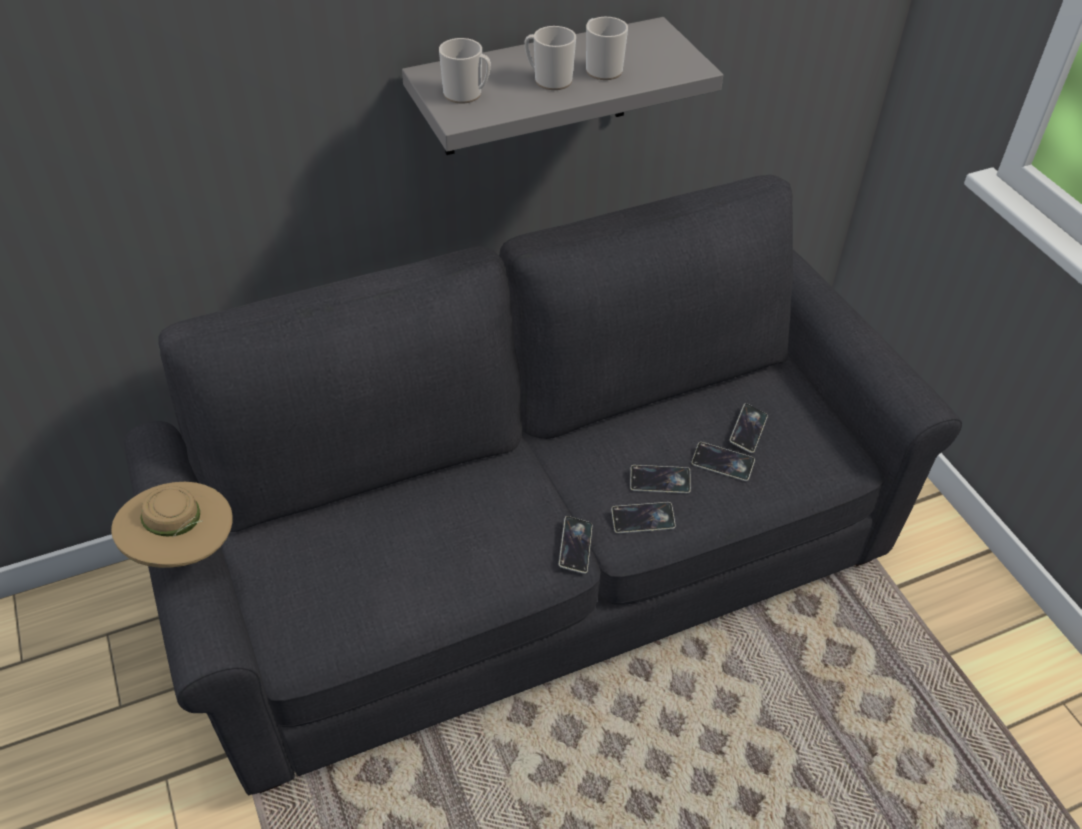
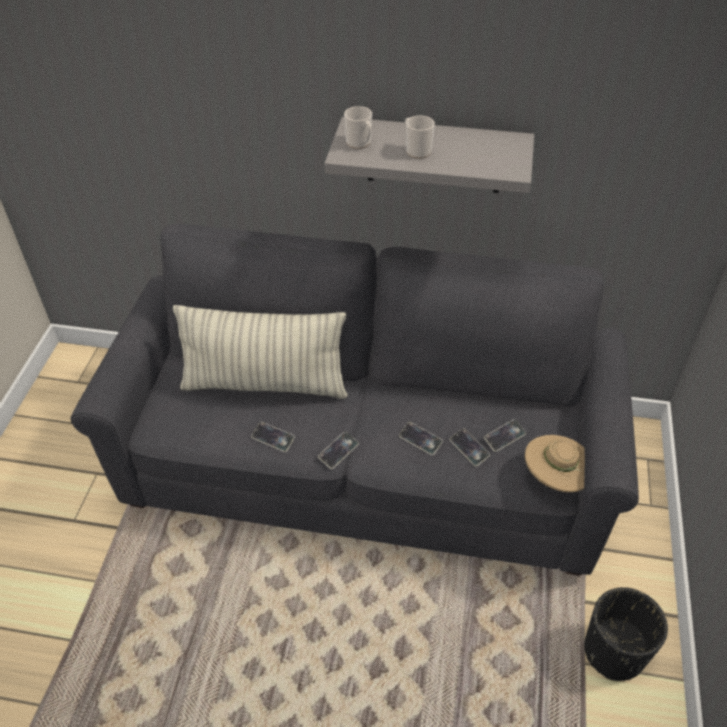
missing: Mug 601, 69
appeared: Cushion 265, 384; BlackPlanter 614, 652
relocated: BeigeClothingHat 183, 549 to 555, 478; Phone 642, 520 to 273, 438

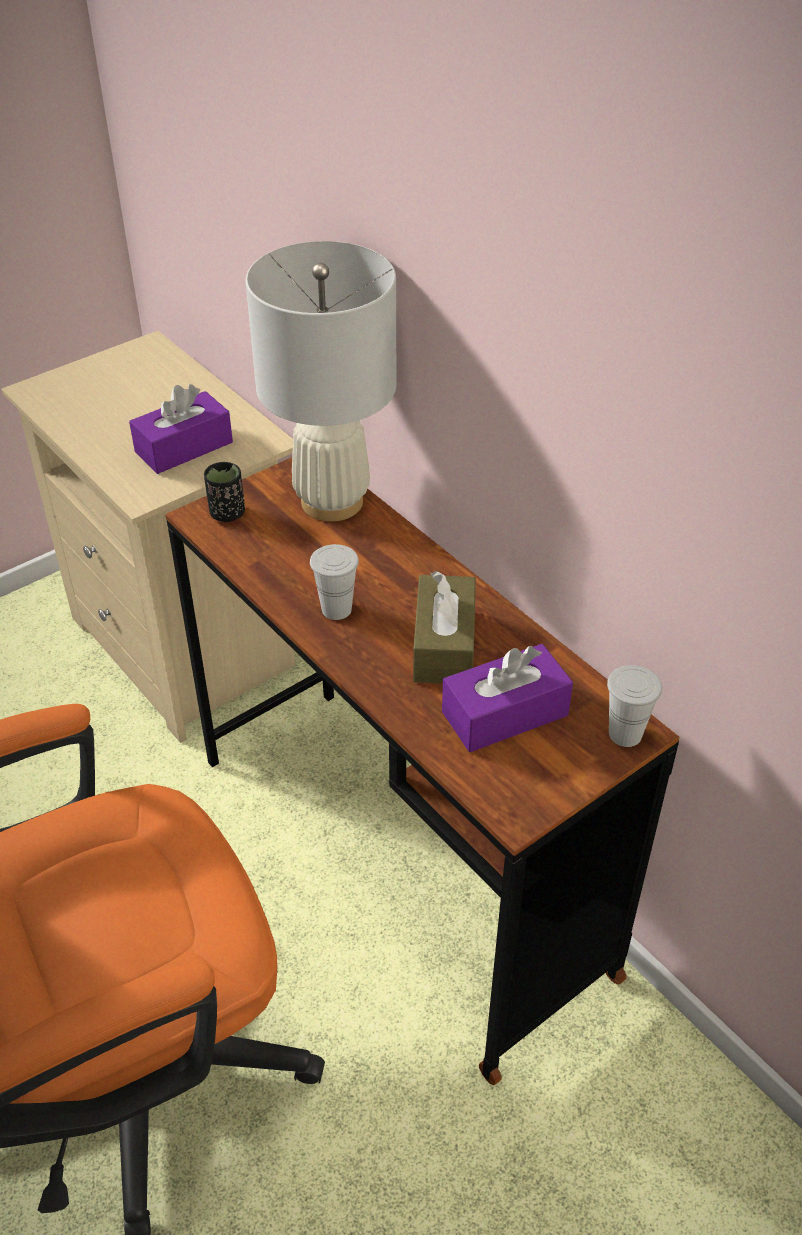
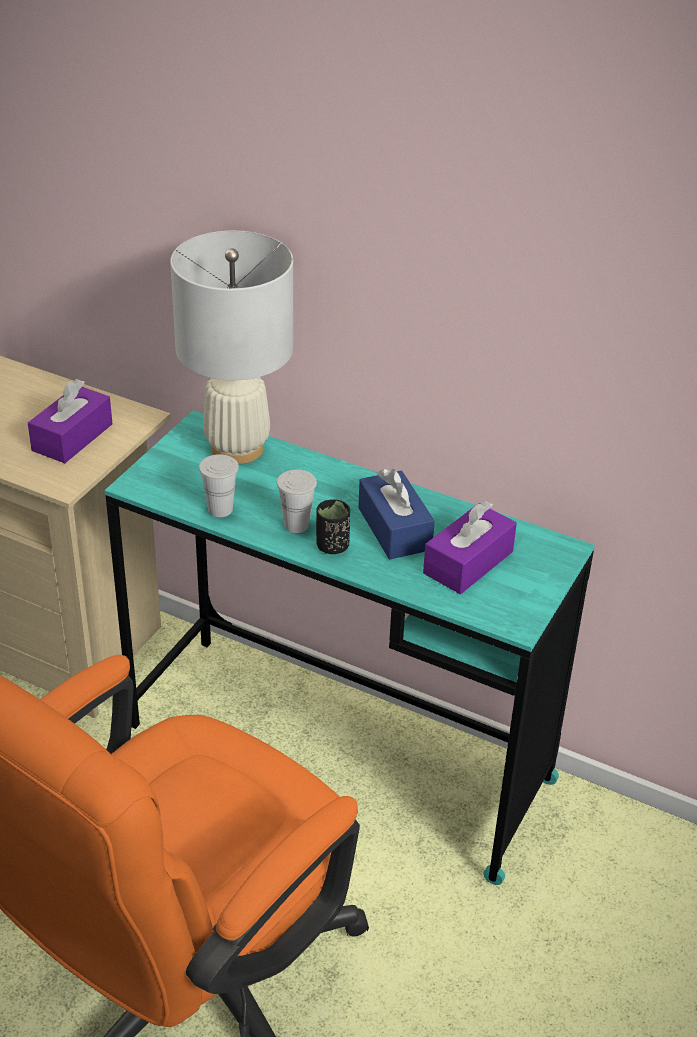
relocated: BlackSmallCup 227, 513 to 332, 546; WhiteSmallCup 625, 734 to 220, 509
colour: BrownishDeskUnit 399, 862 to TurquoiseDeskUnit 339, 753; BrownishTissueBox 444, 645 to BluishTissueBox 394, 529

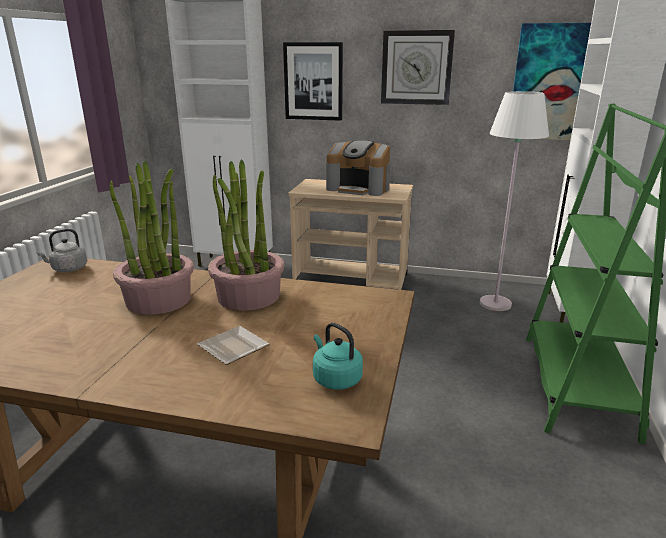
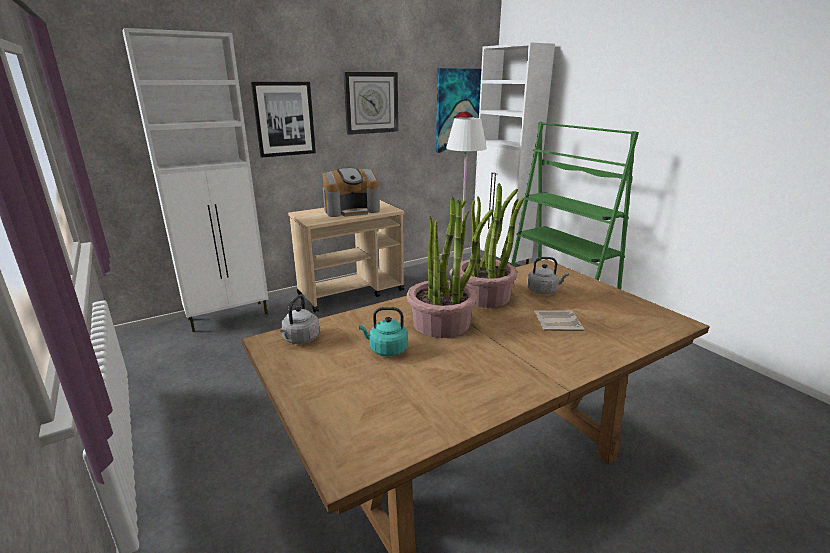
appeared: GreyishKettle 543, 291
relocated: TurquoiseKettle 335, 378 to 386, 350

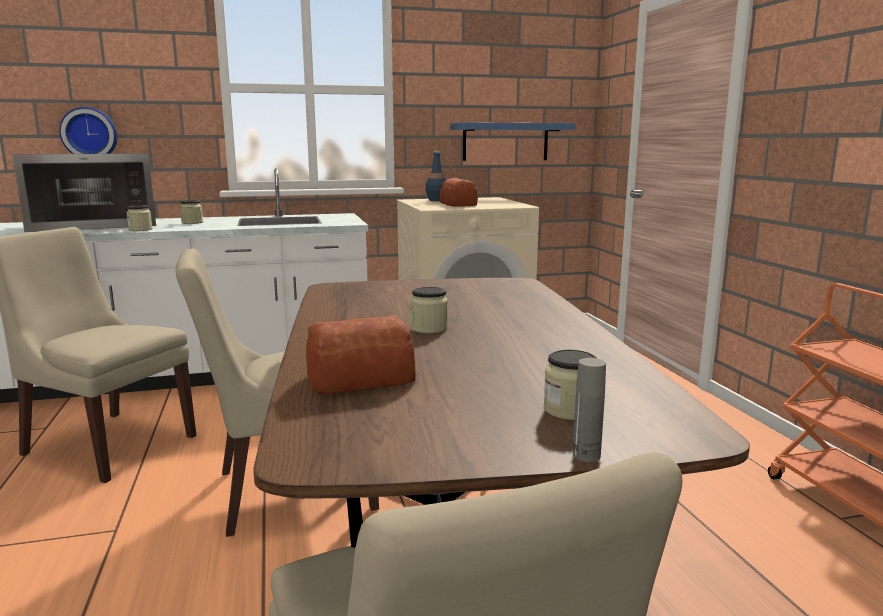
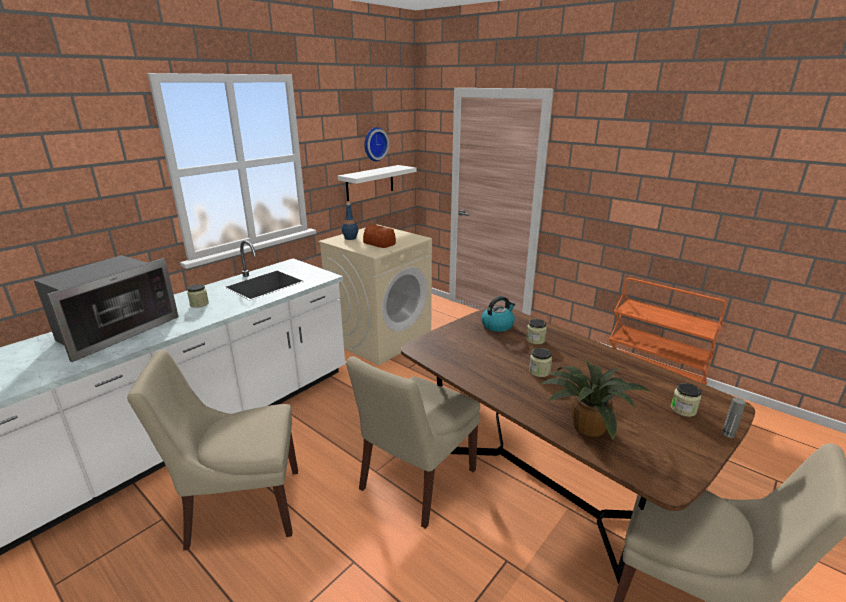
appeared: Kettle 497, 325
relocated: ClockOnTheWall 90, 134 to 374, 144; PreserveJar 140, 229 to 535, 340
exchanged: BakeryBread 358, 378 to Houseplant 586, 425
colour: BluishShelf 505, 142 to WhiteShelf 370, 182

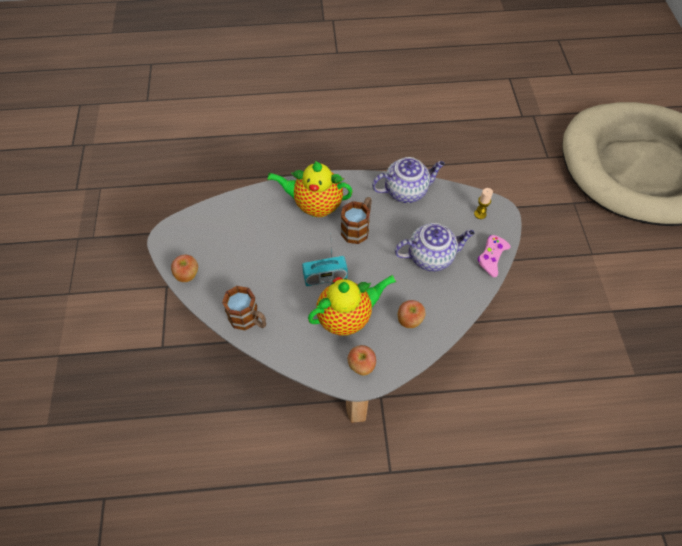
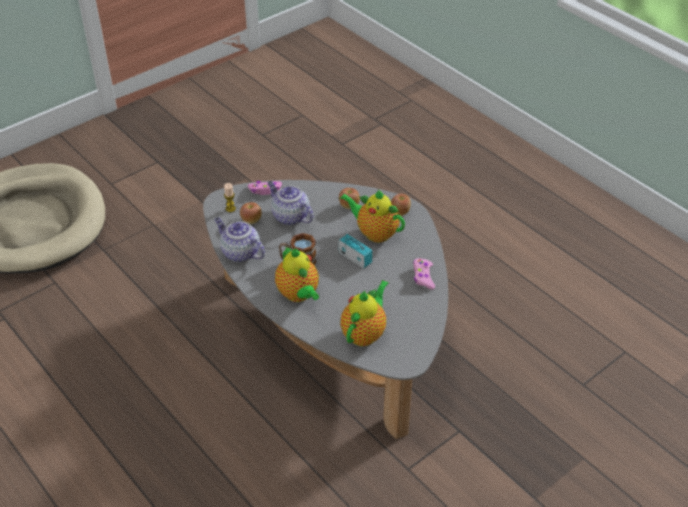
appeared: PotForTea 364, 333
relocated: WholeApple 188, 275 to 251, 221
exchanged: Mug 249, 320 to PinkishGameController 423, 277

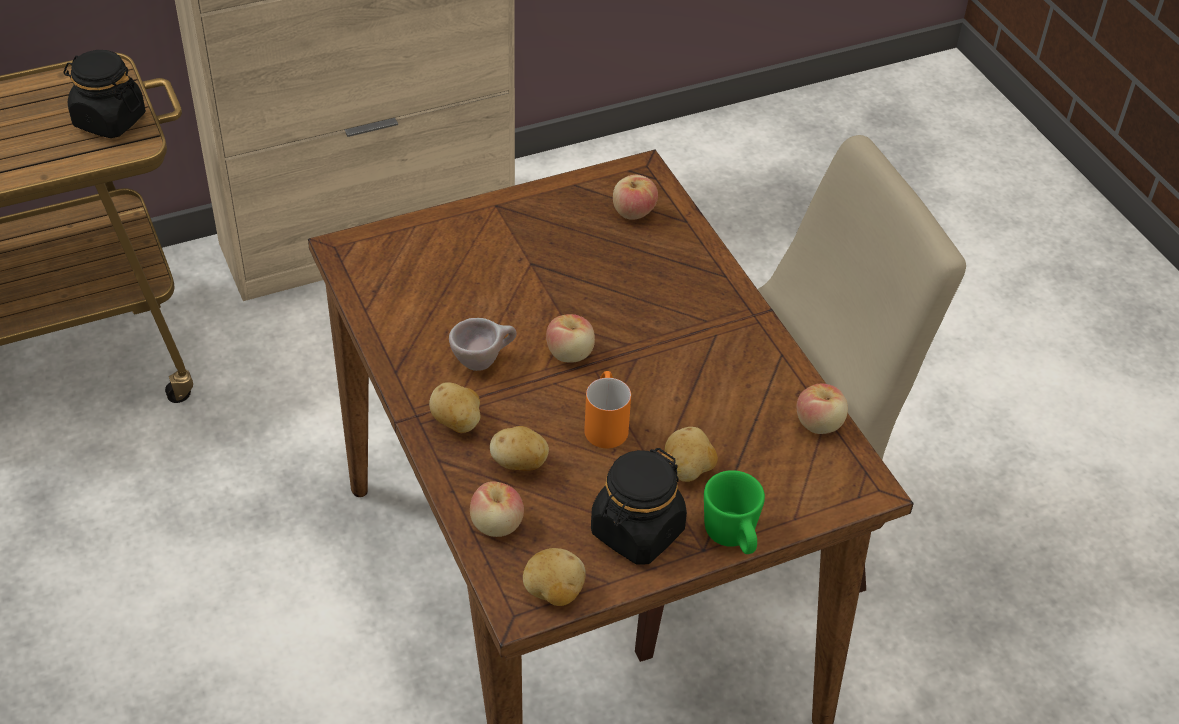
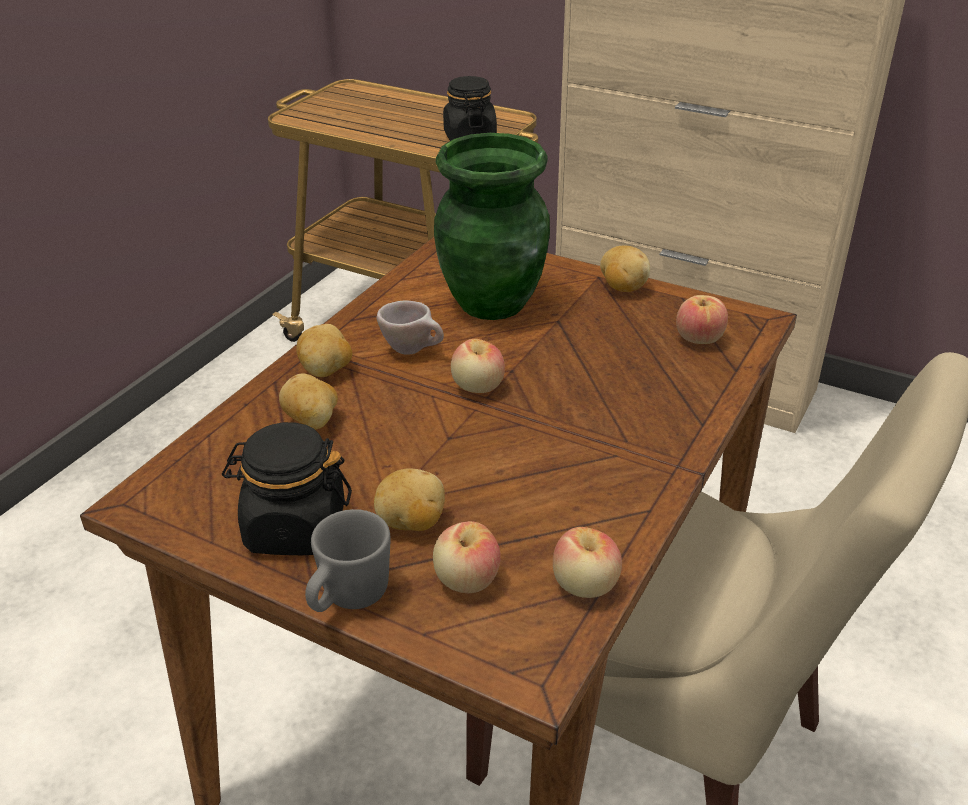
missing: OrangeColouredMug 606, 423
appeared: GreenishFlowerVase 493, 303
relocated: WholeApple 497, 525 to 467, 580; Potato 553, 593 to 622, 288
colour: GreenishMug 733, 538 to GreyishMug 348, 599

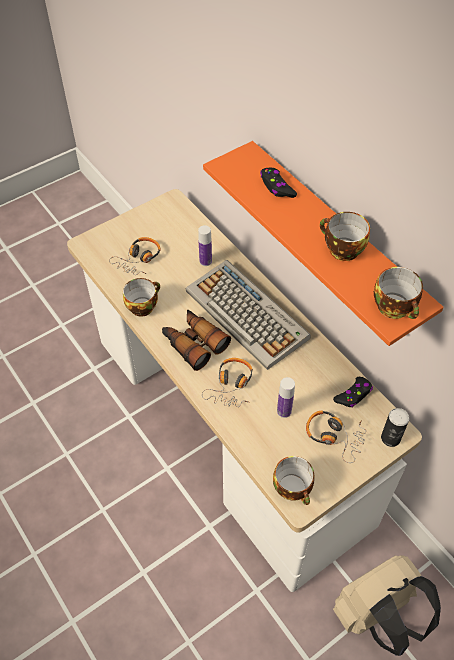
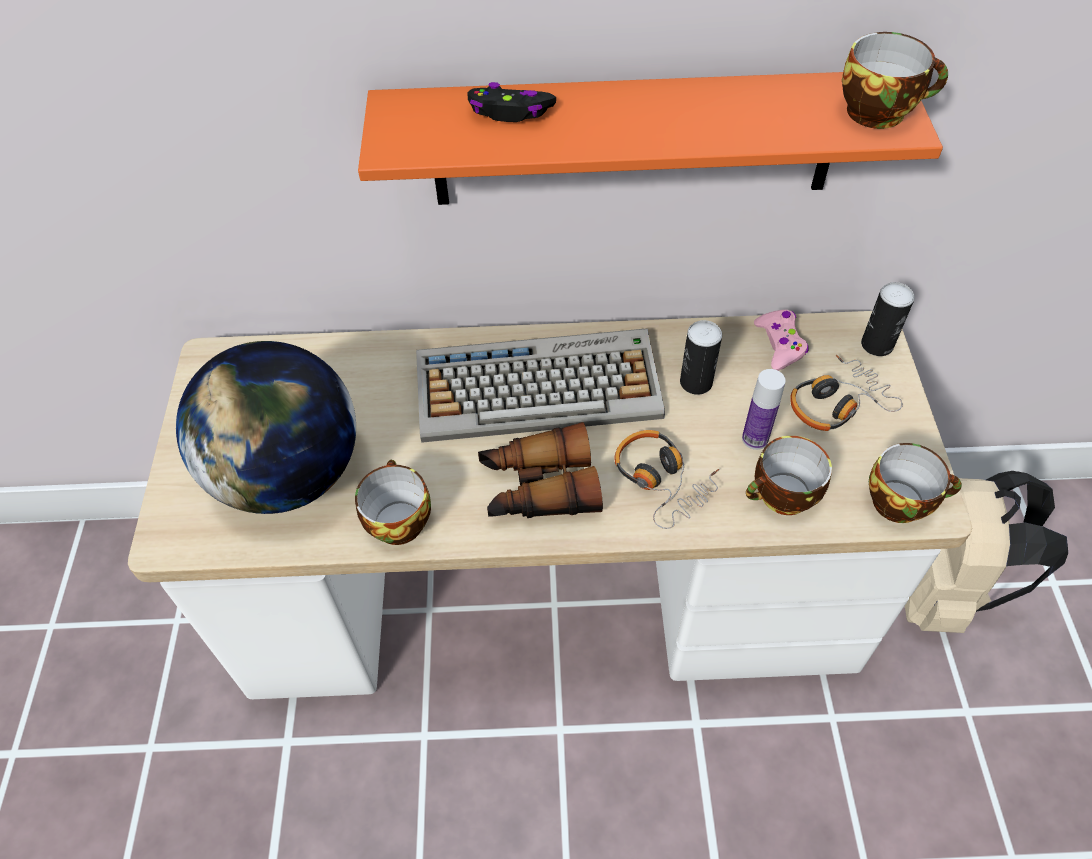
missing: DrinkBottle 205, 261
appeared: Can 696, 382
relocated: SmallCup 341, 250 to 782, 497
exchanged: Headset 139, 260 to Globe 289, 474
colour: BlackGameController 353, 395 to PinkishGameController 780, 344

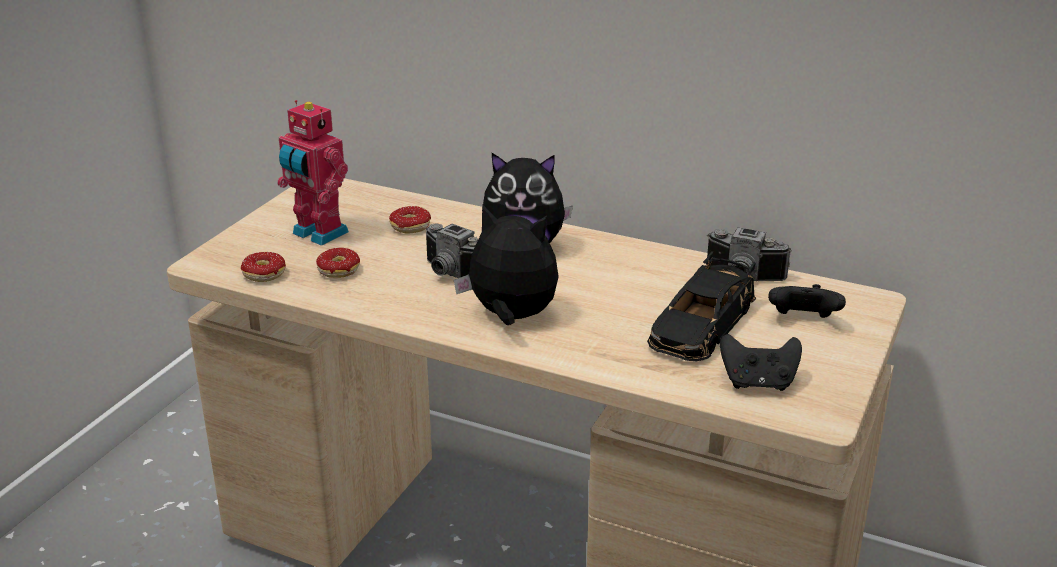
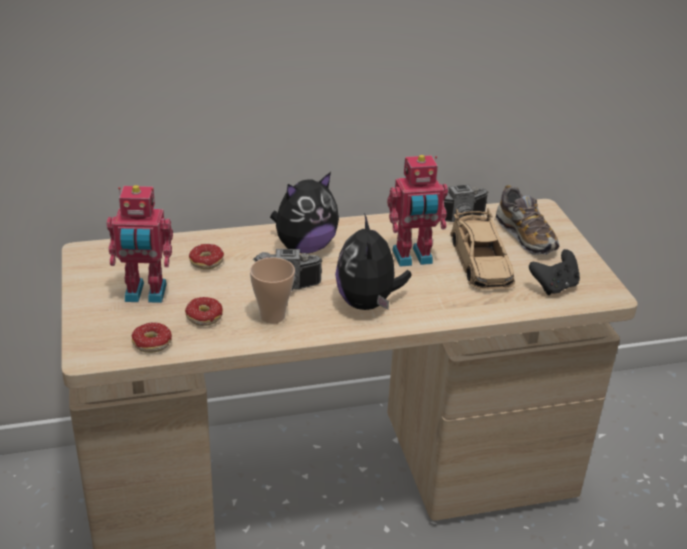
appeared: SmallCup 272, 316; ModelRobot 413, 258
exchanged: BlackGameController 802, 321 to ItemOfFootwear 525, 236
colour: BlackMiniatureCar 702, 326 to BeigeMiniatureCar 480, 262
spun: SoftToy 511, 317 = 368, 303 75 degrees counterclockwise

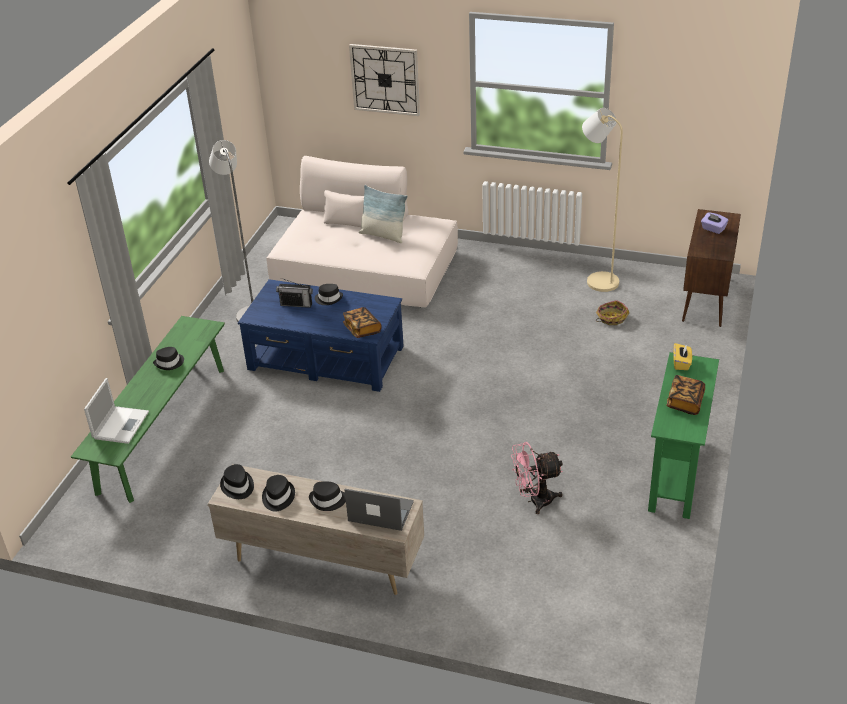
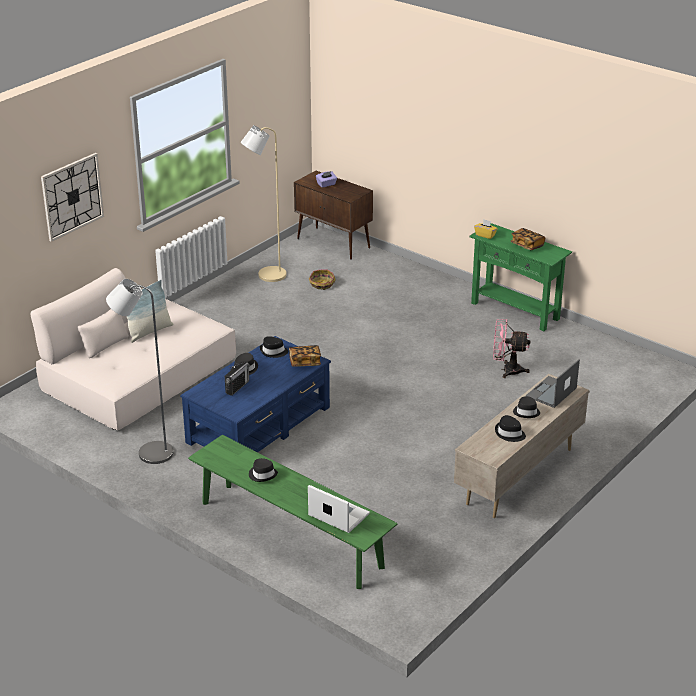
relocated: BlackClothingHat 237, 486 to 273, 352
spun: PinkishElectricFan 535, 500 = 507, 370 90 degrees clockwise

